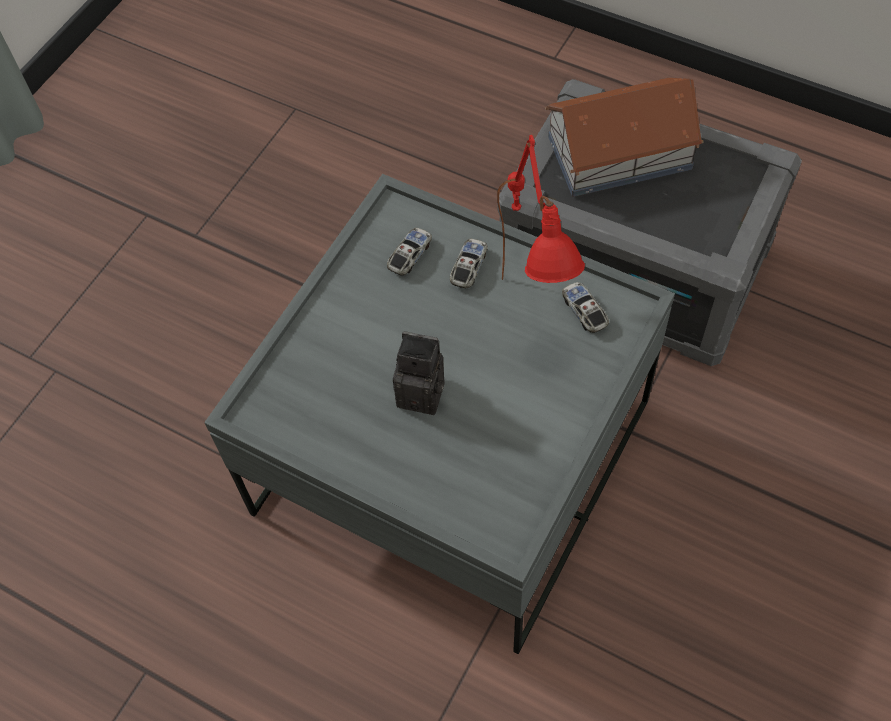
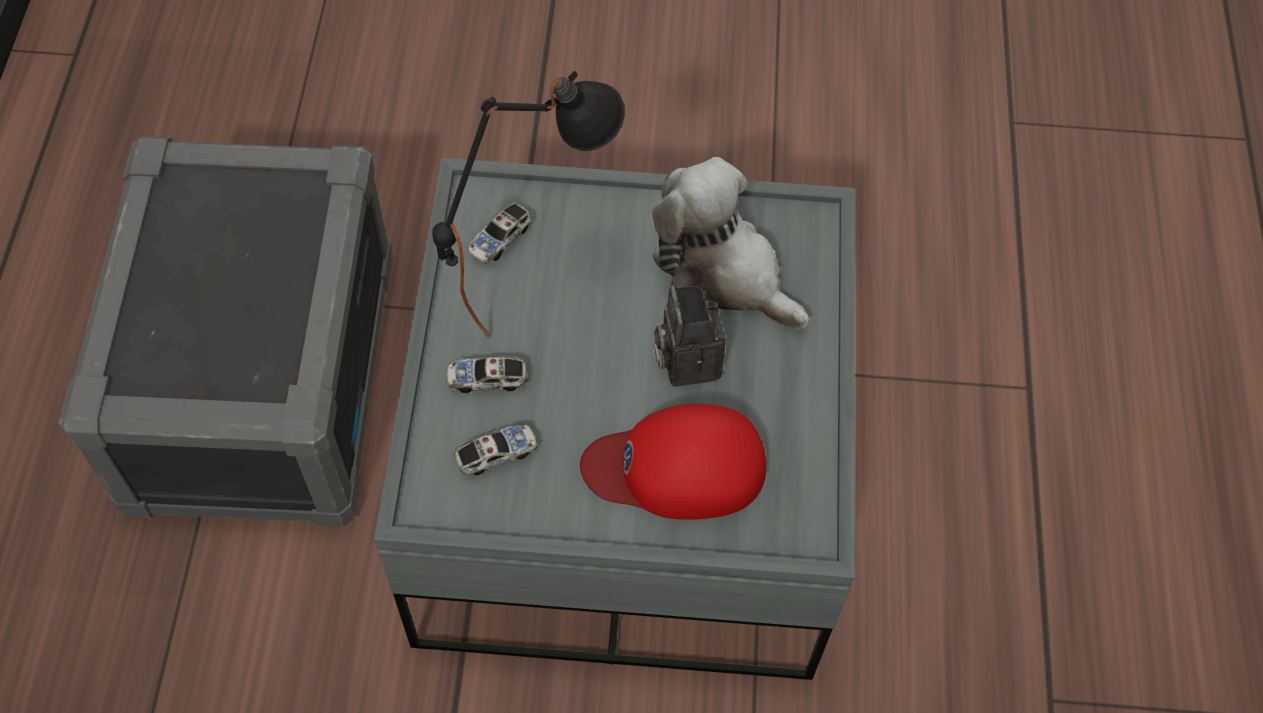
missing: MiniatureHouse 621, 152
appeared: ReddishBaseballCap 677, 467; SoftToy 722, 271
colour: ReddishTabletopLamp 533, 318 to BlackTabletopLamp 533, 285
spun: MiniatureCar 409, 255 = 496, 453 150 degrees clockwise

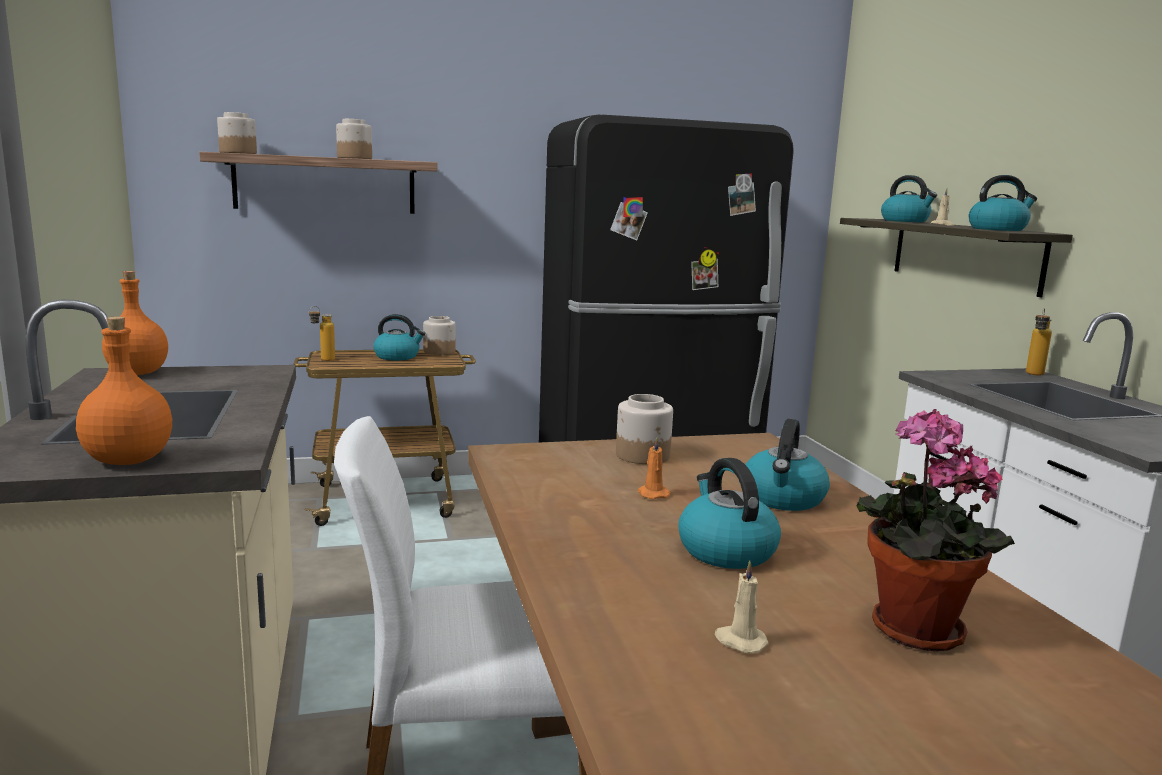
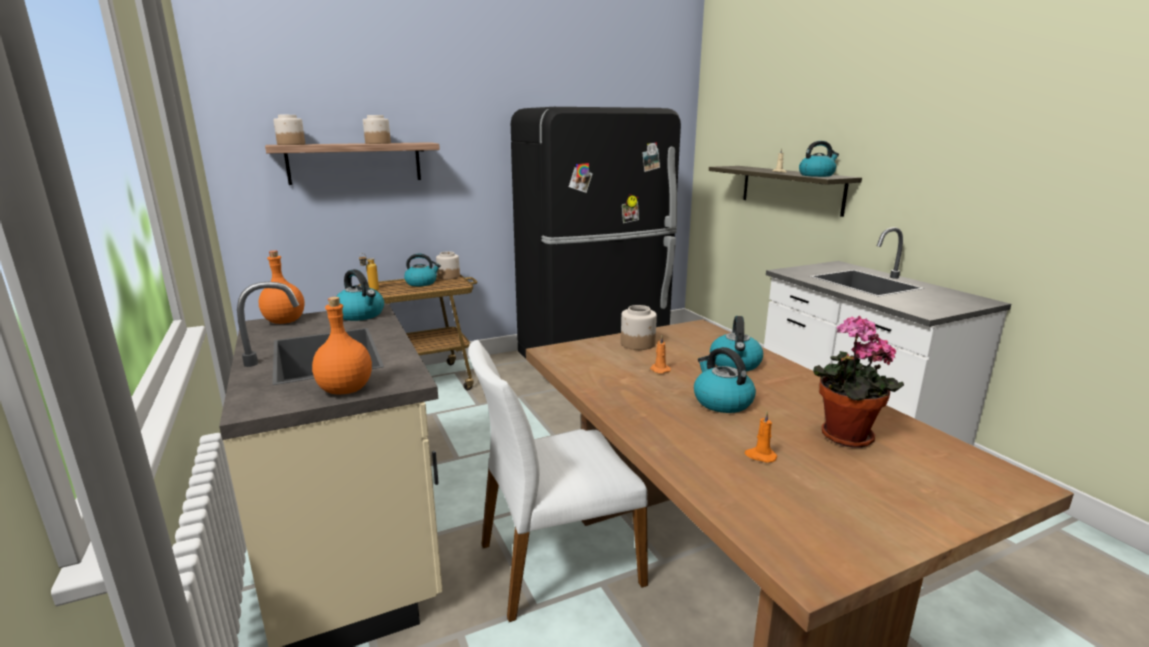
missing: DrinkBottle 1033, 375
relocated: Kettle 905, 221 to 361, 315
colour: BeigeCandle 739, 641 to OrangeColouredCandle 760, 456

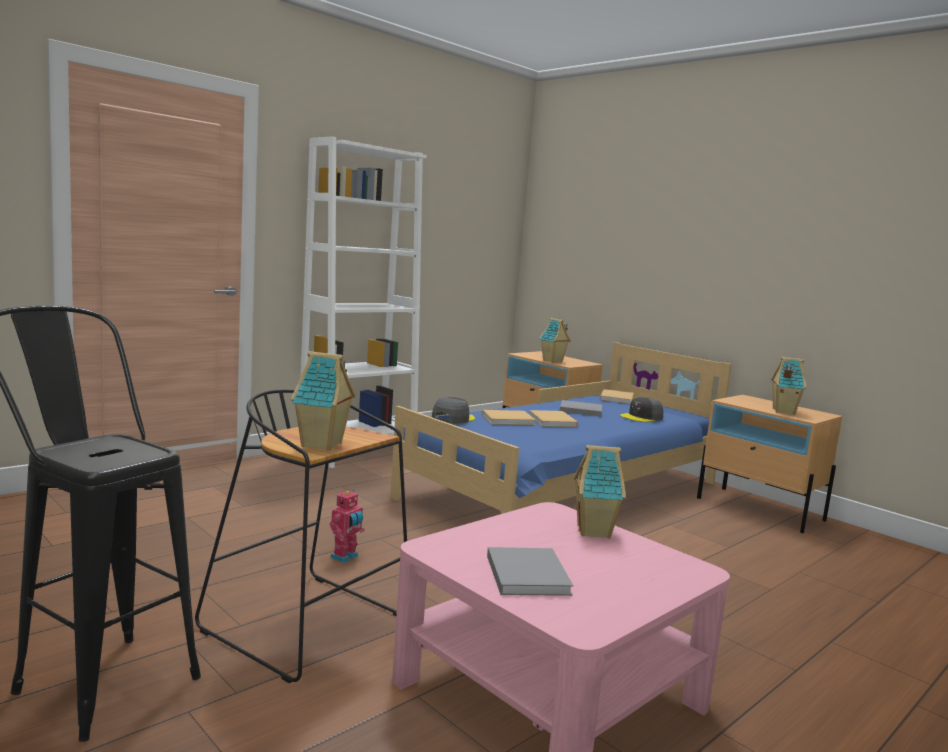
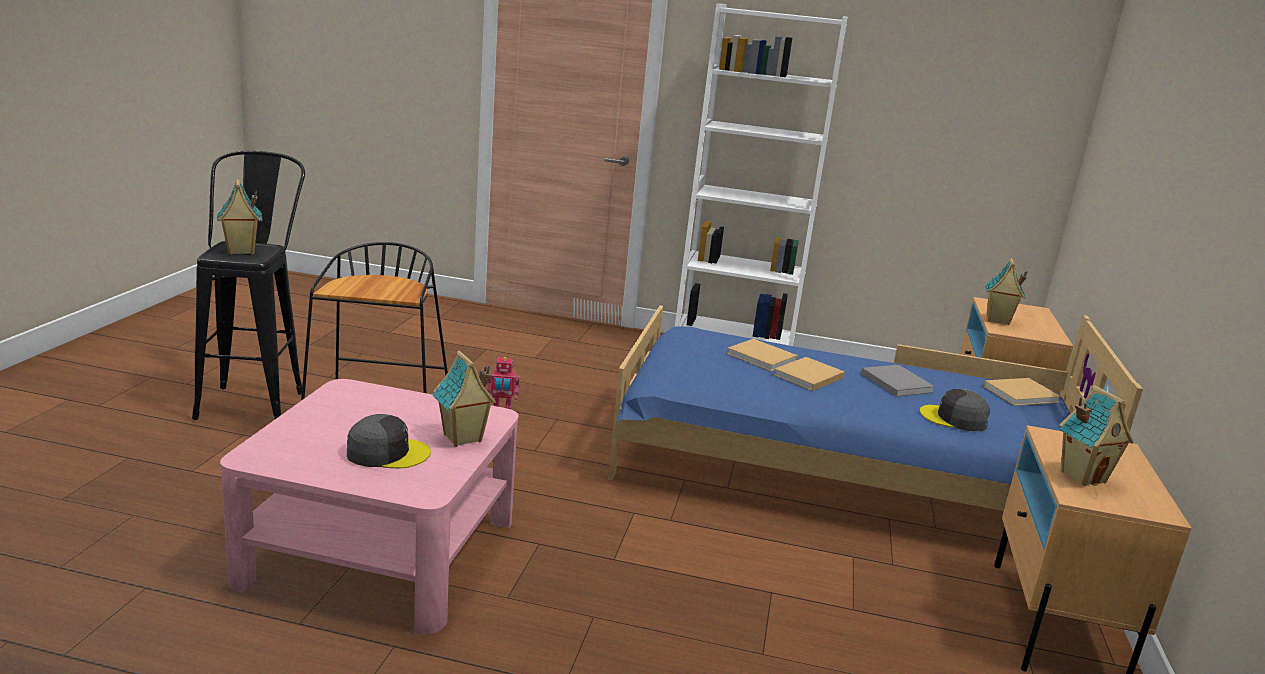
missing: GreyishVolume 526, 573
relocated: MiniatureHouse 322, 445 to 241, 251; GreyishBaseballCap 452, 418 to 387, 453

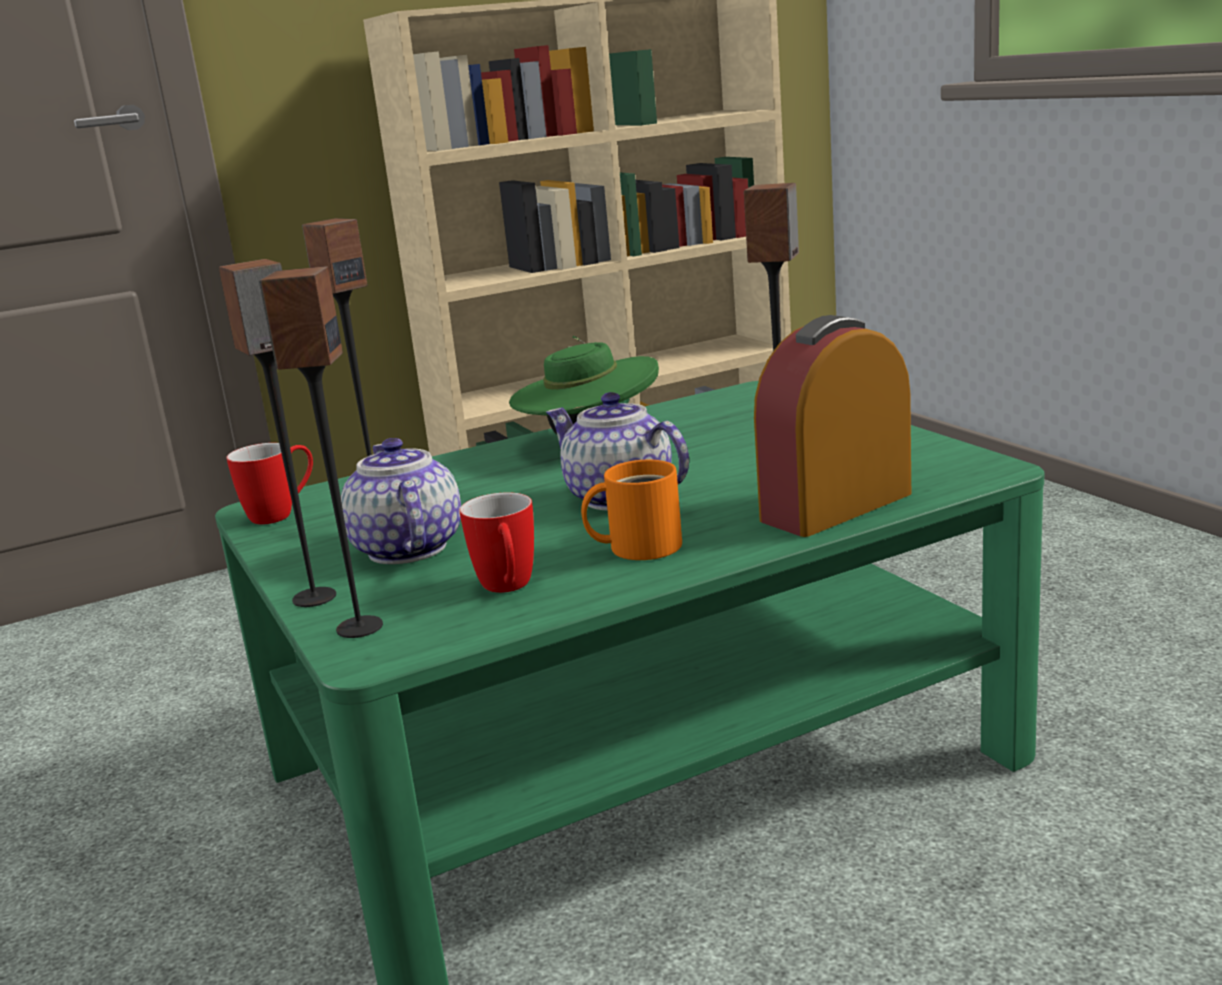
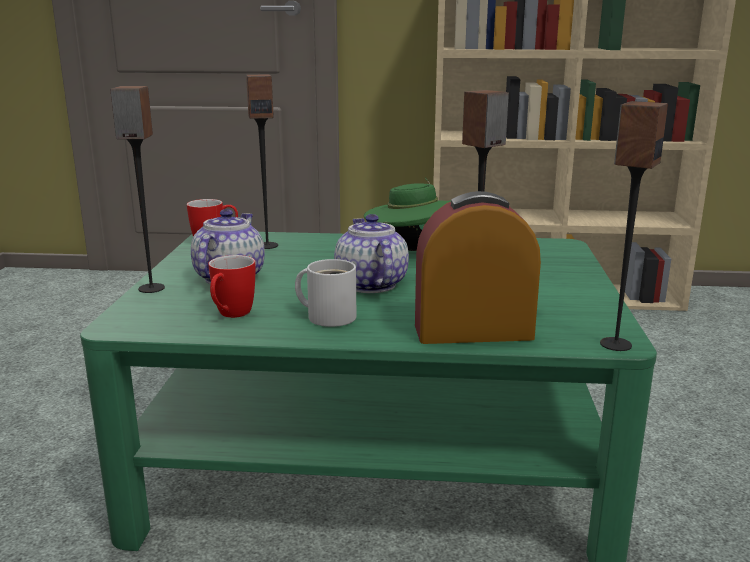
relocated: Loudspeaker 358, 627 to 615, 344
colour: OrangeColouredMug 638, 546 to WhiteMug 328, 316

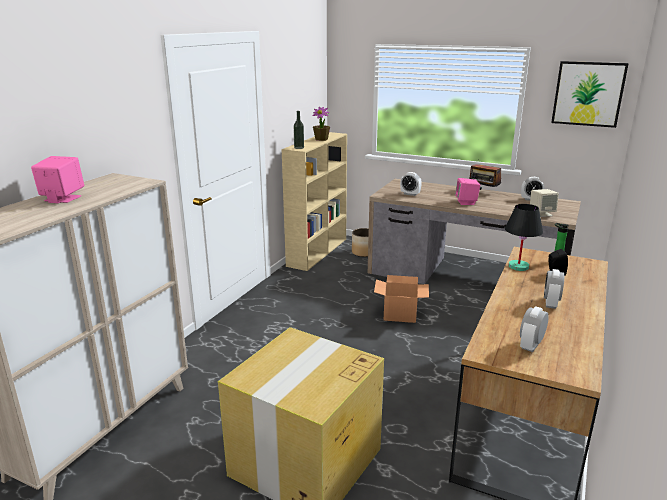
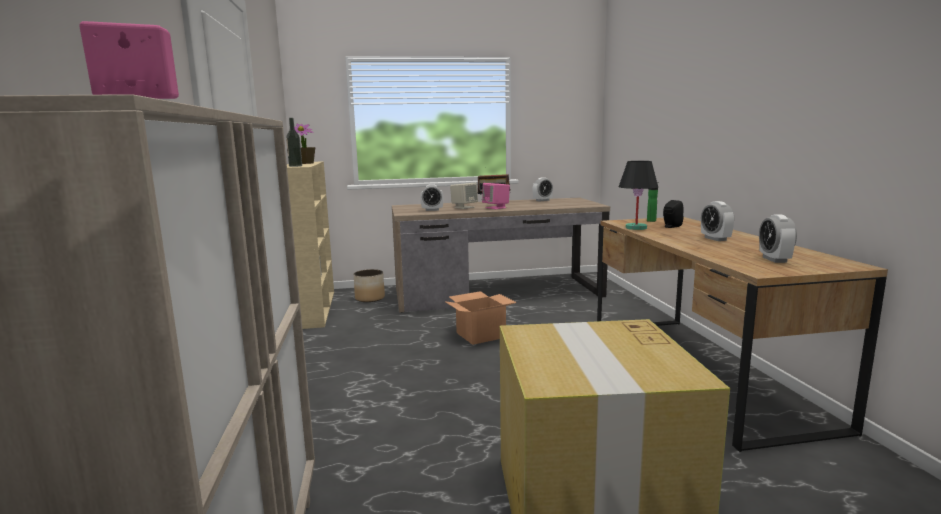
missing: Picture 588, 94
relocated: BeigeLoudspeaker 541, 214 to 464, 207

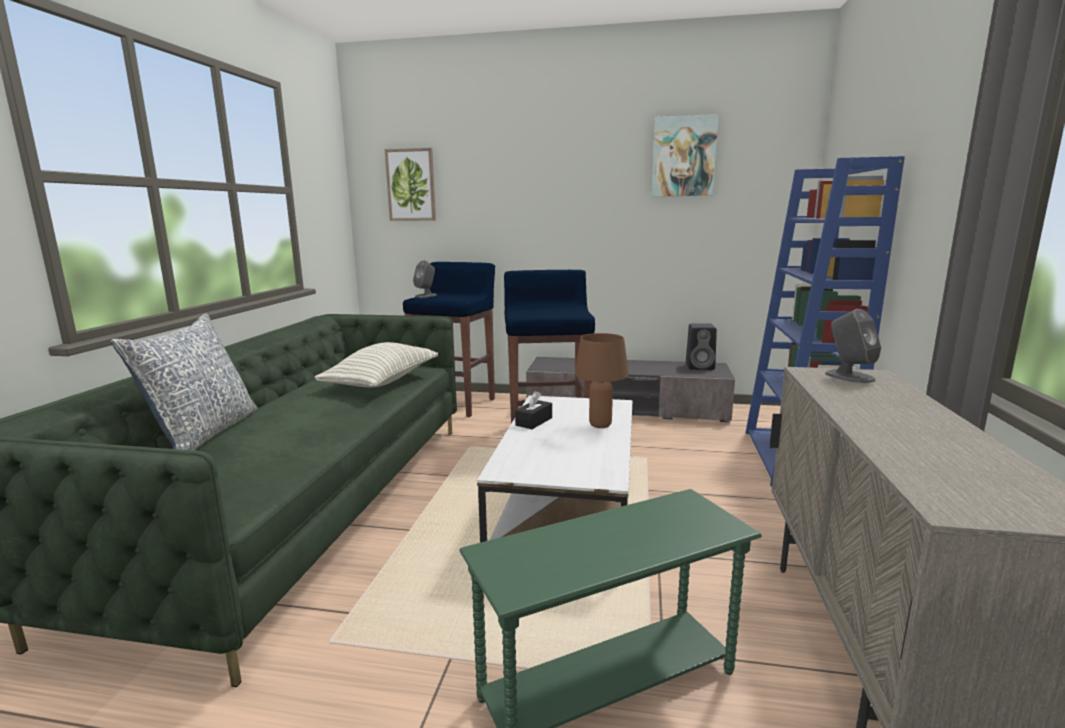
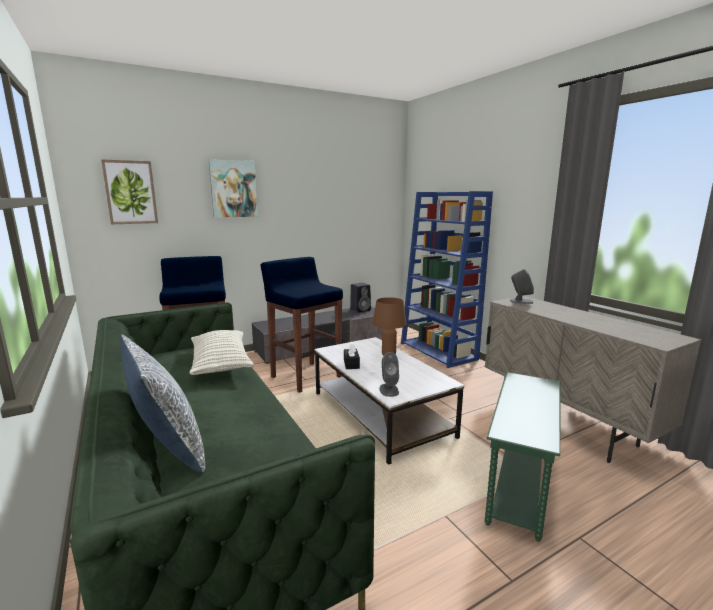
relocated: GreyishLoudspeaker 426, 296 to 389, 390; Picture 683, 156 to 233, 189

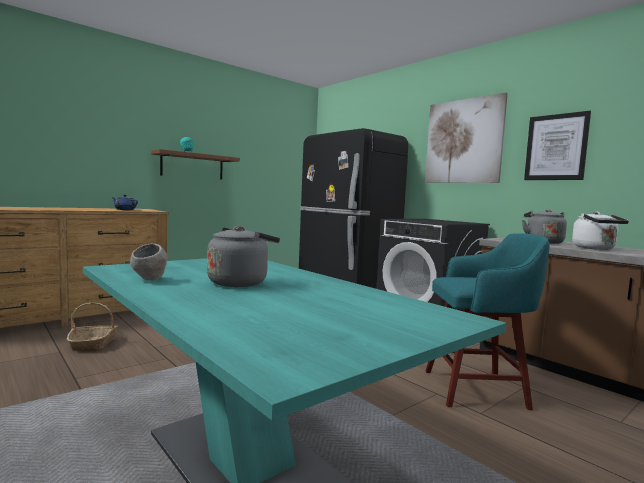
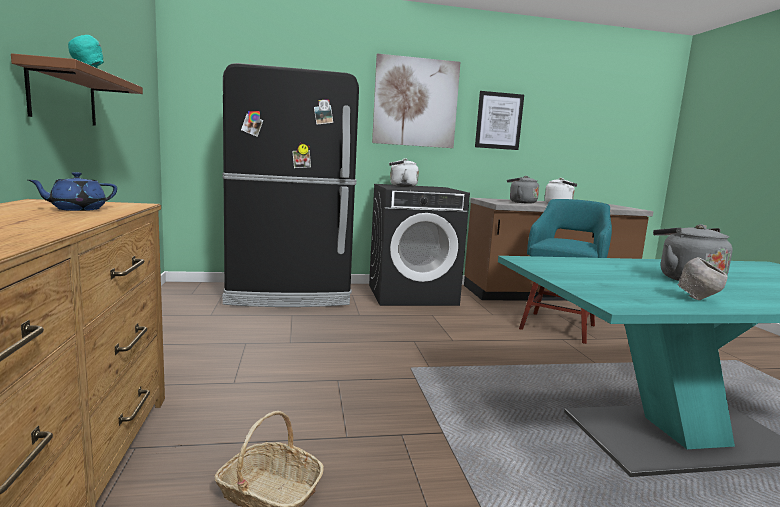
appeared: WhiteKettle 401, 186

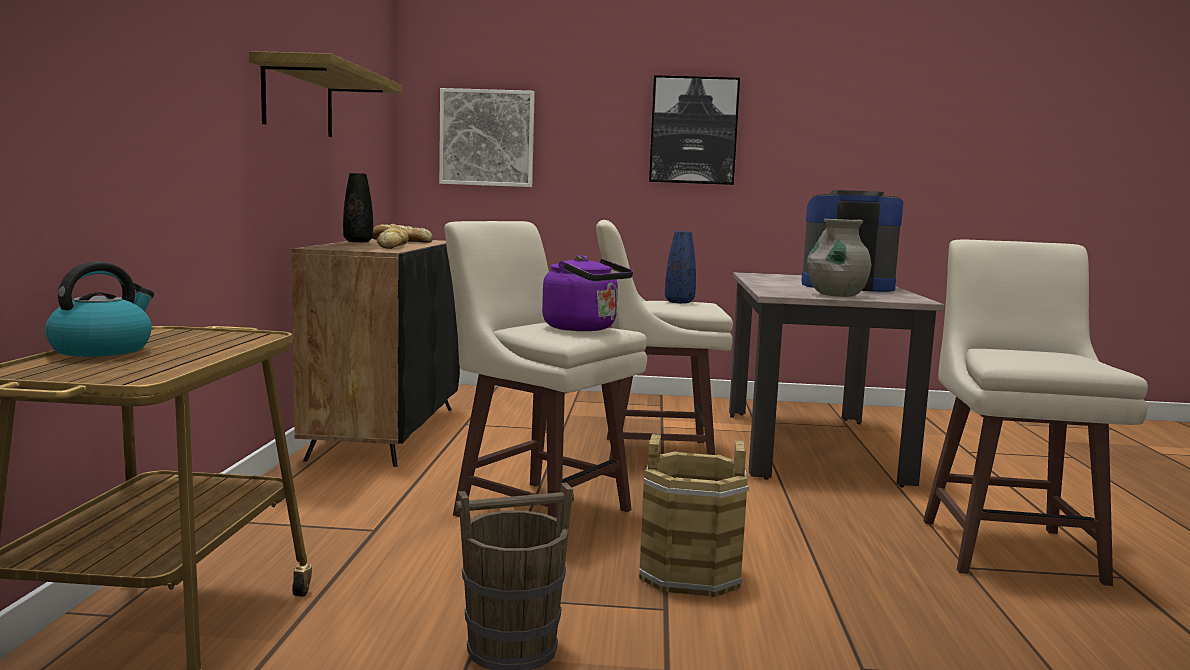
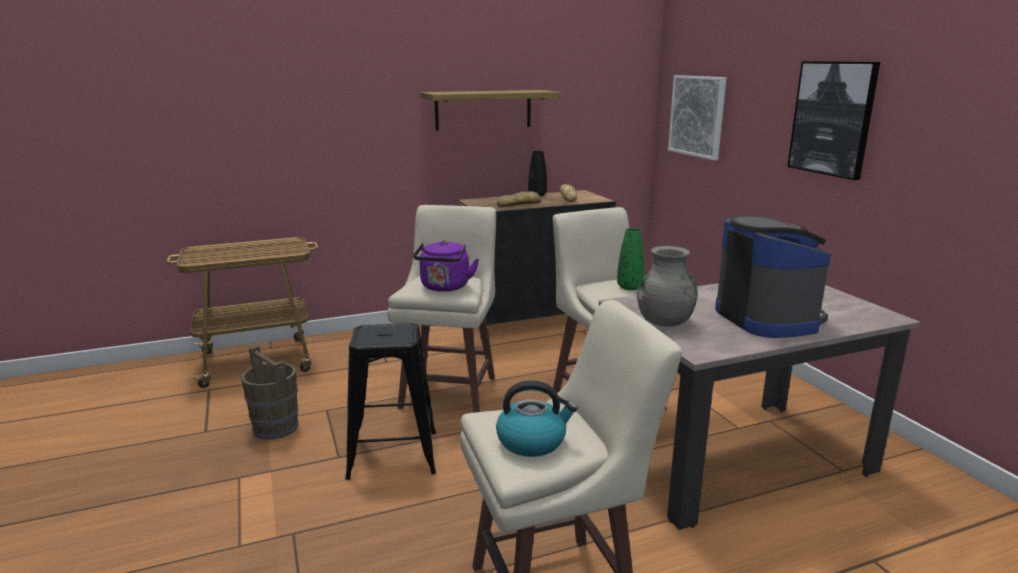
relocated: Kettle 102, 349 to 532, 441
exchanged: BrownishBucket 690, 573 to BlackSittingStool 393, 454
colour: BluishFlowerVase 679, 302 to GreenishFlowerVase 629, 287

